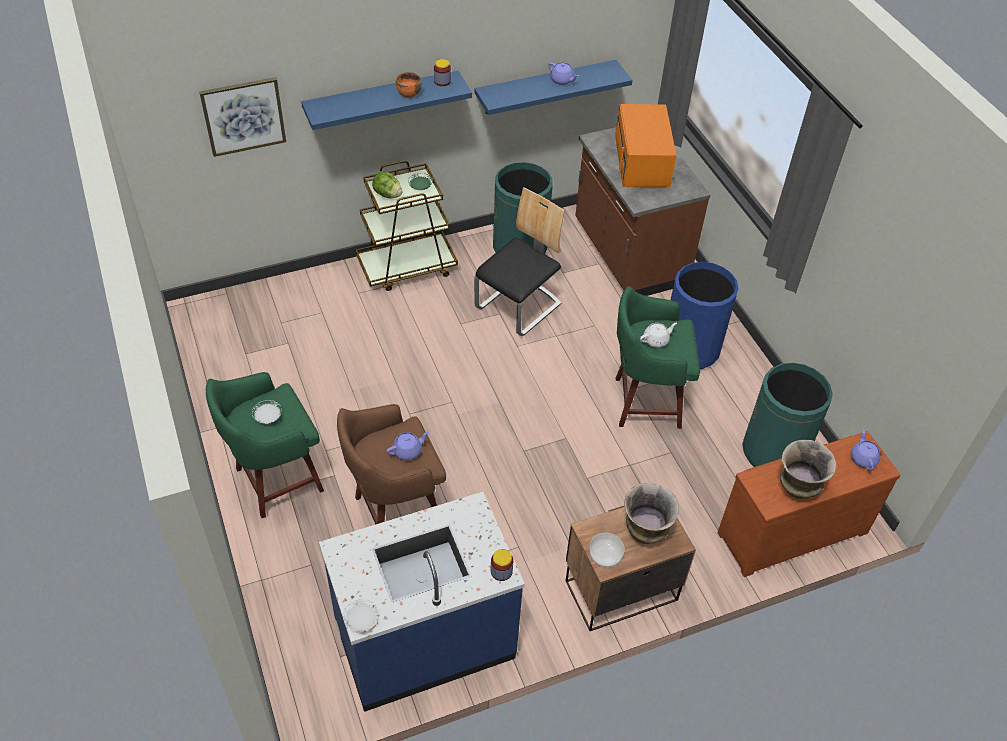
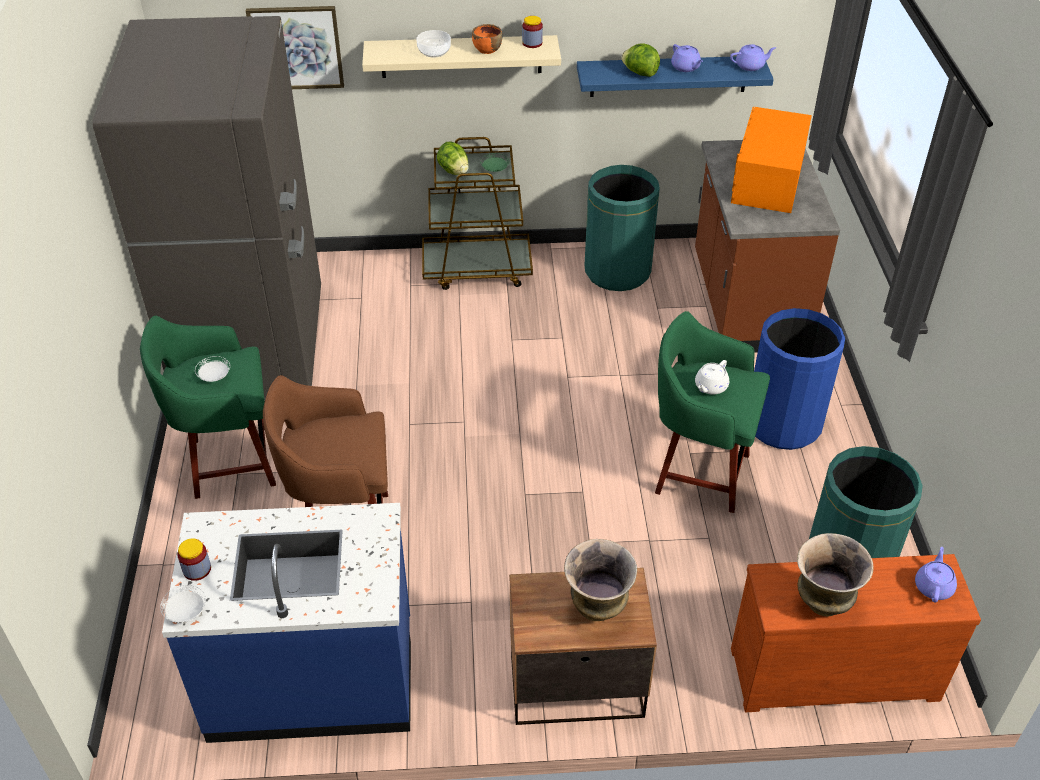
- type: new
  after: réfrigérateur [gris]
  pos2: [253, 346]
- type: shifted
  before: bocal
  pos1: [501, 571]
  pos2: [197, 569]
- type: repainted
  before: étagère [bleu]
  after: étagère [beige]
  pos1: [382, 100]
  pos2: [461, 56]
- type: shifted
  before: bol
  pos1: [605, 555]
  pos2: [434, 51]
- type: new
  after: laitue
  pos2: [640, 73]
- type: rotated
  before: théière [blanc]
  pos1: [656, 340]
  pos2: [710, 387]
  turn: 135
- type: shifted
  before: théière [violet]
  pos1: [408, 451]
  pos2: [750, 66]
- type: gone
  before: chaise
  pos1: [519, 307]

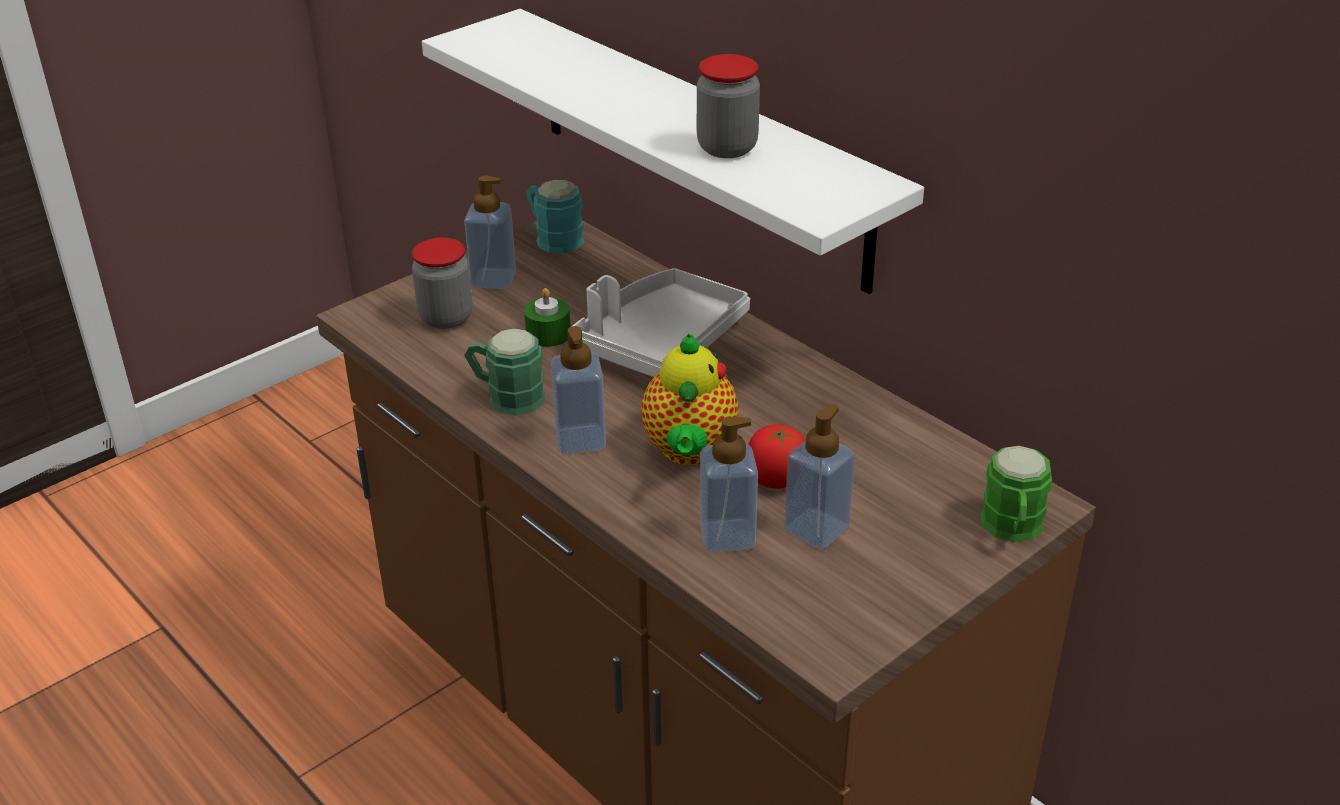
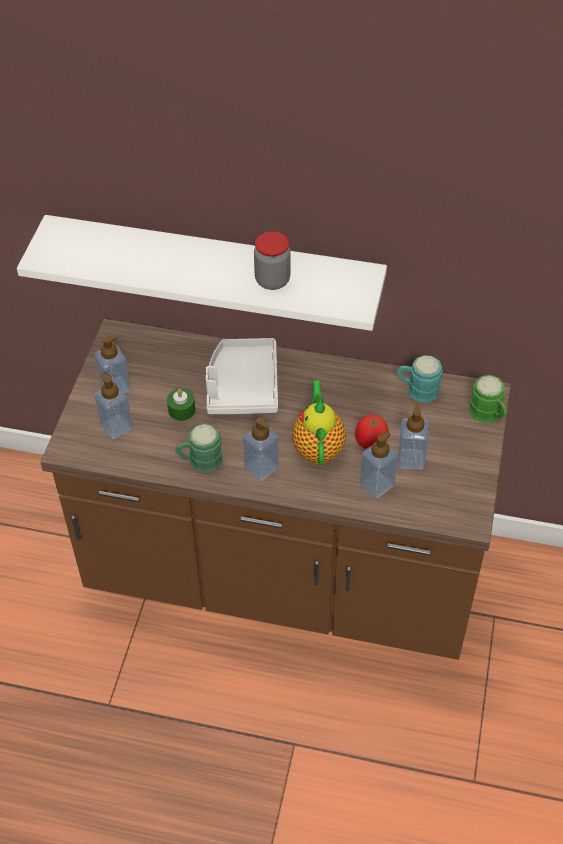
- type: swapped
  before: bocal
  after: distributeur de savon
  pos1: [446, 318]
  pos2: [116, 427]
- type: rotated
  before: théière
  pos1: [689, 452]
  pos2: [318, 447]
  turn: -150
- type: shifted
  before: mug [turquoise]
  pos1: [553, 238]
  pos2: [417, 389]

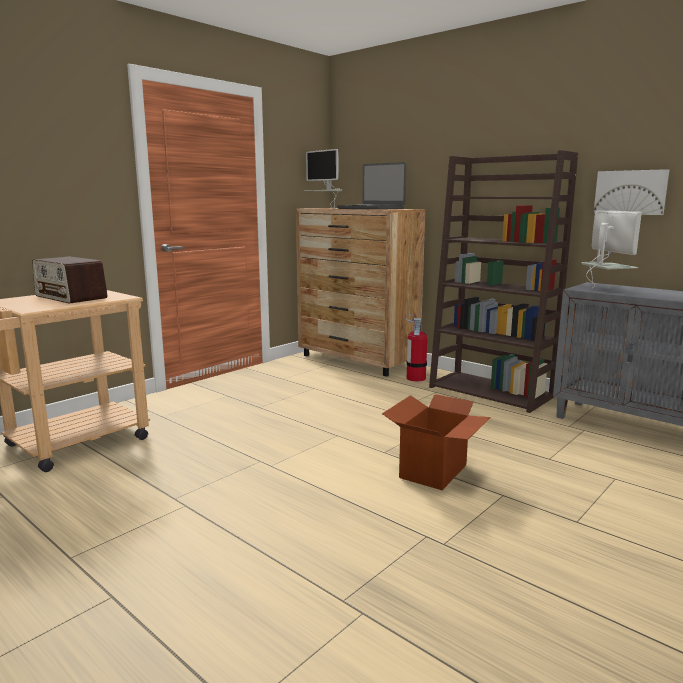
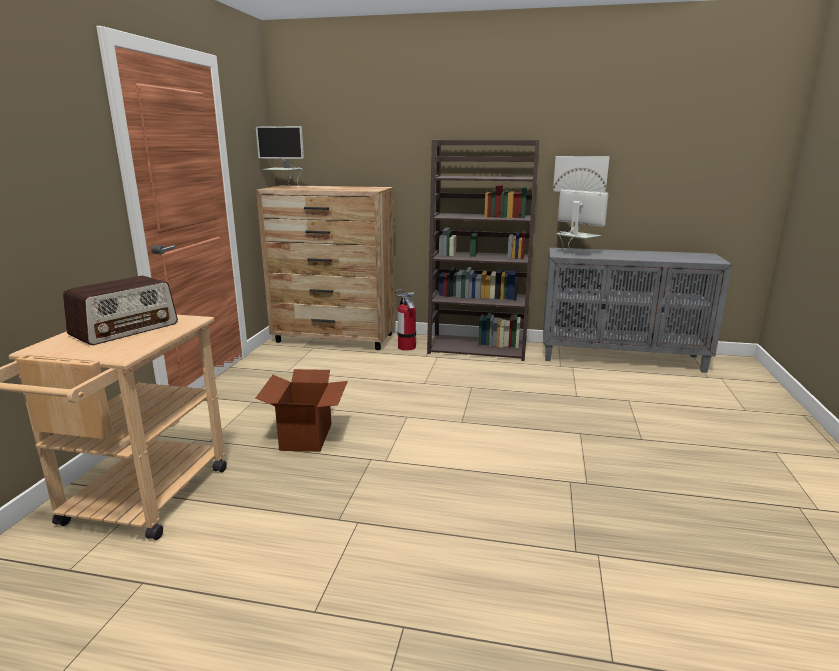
- type: rotated
  before: radio
  pos1: [71, 297]
  pos2: [125, 329]
  turn: -60
- type: shifted
  before: carton
  pos1: [434, 471]
  pos2: [307, 437]
- type: gone
  before: ordinateur portable
  pos1: [371, 208]

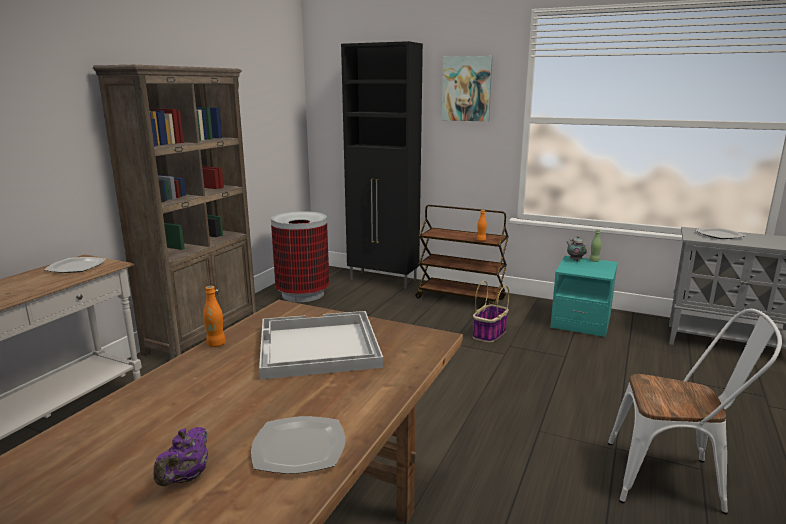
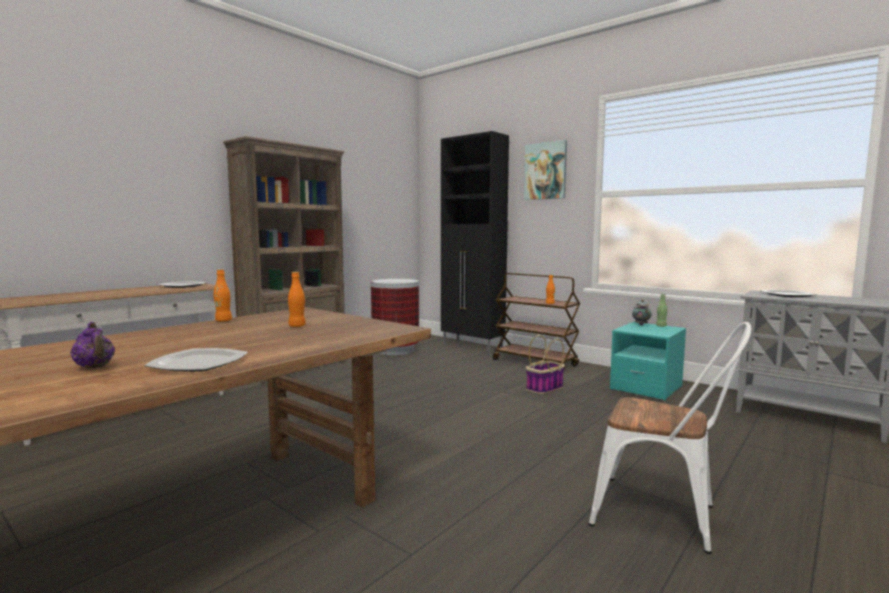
- type: rotated
  before: théière [violet]
  pos1: [186, 477]
  pos2: [95, 367]
  turn: -75
- type: swapped
  before: plateau [blanc]
  after: bouteille [orange]
  pos1: [317, 347]
  pos2: [297, 326]

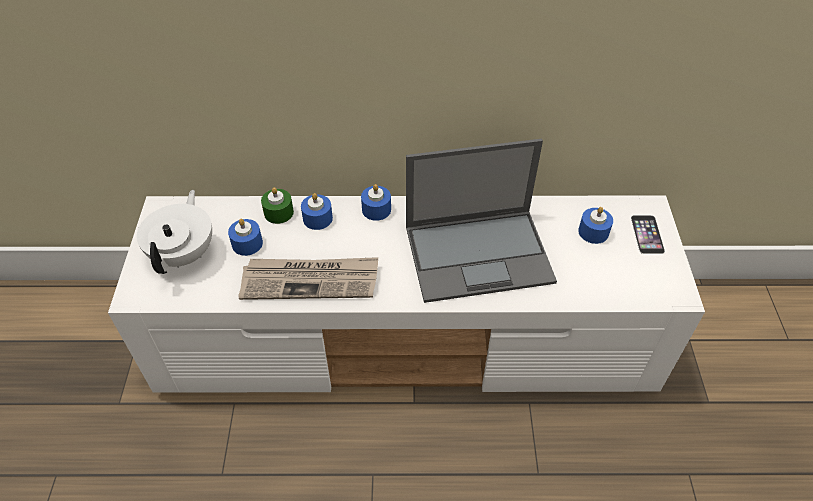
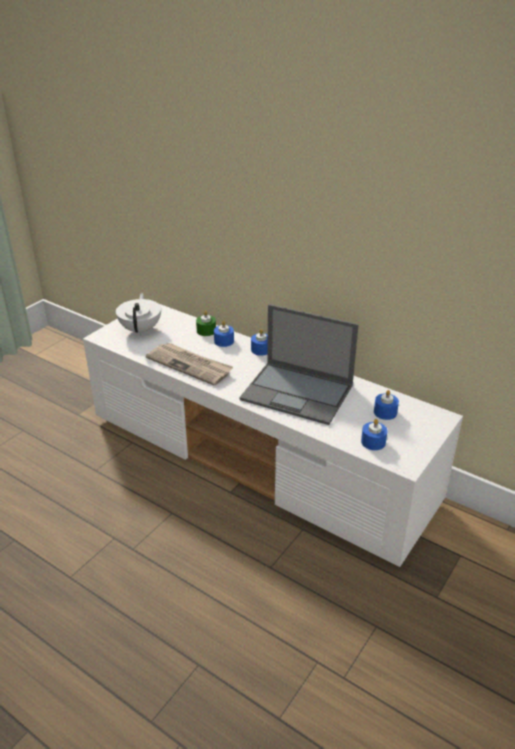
- type: rotated
  before: théière [blanc]
  pos1: [184, 253]
  pos2: [141, 329]
  turn: -45
- type: shifted
  before: bougie [bleu]
  pos1: [247, 243]
  pos2: [373, 442]
- type: gone
  before: téléphone
  pos1: [647, 234]

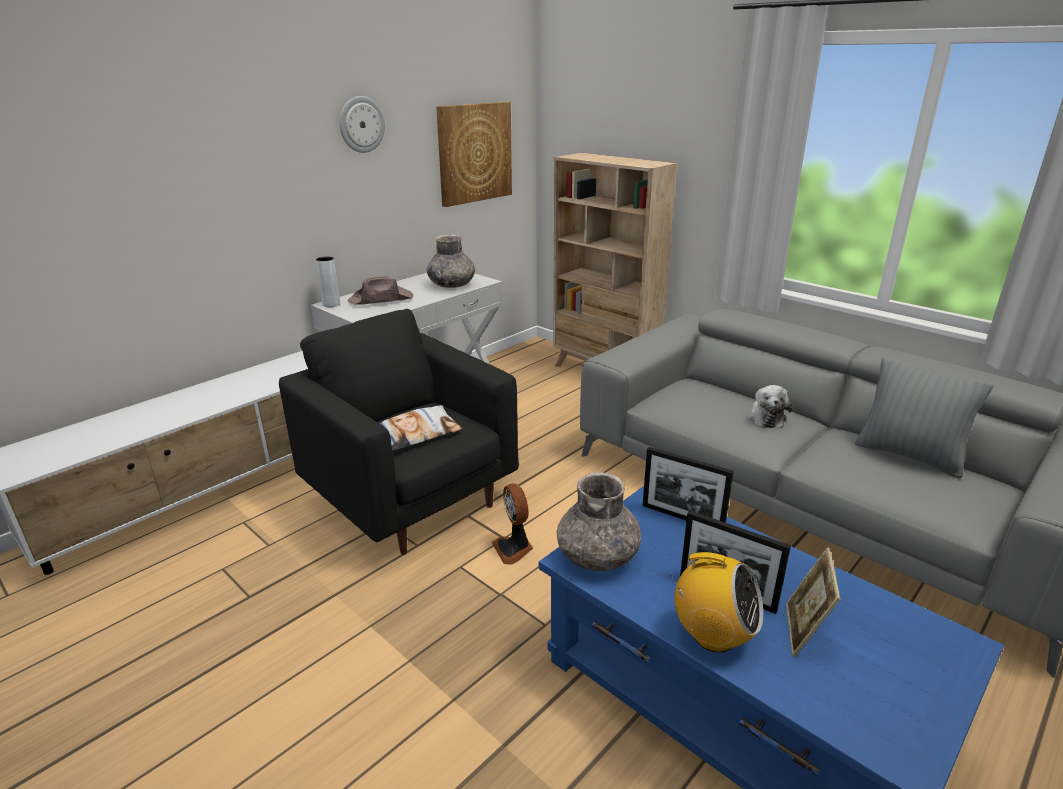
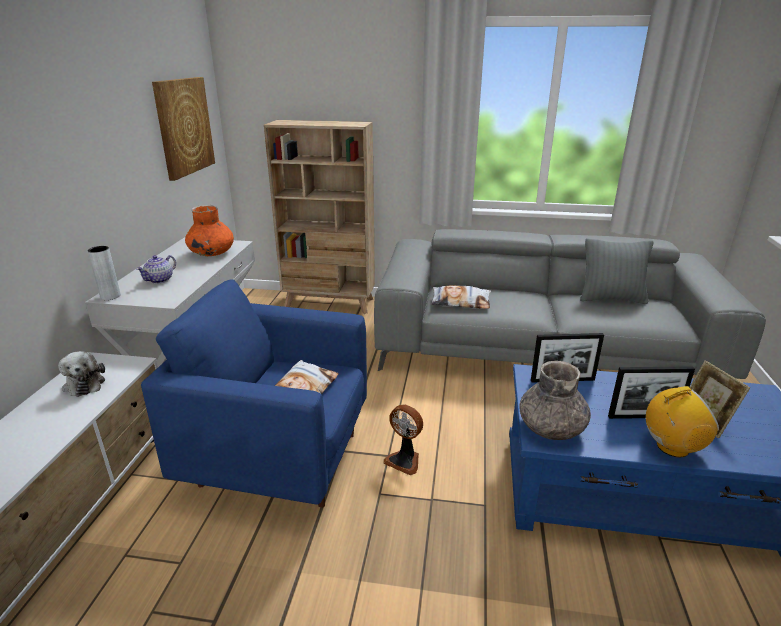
- type: shifted
  before: peluche
  pos1: [766, 417]
  pos2: [84, 383]
- type: swapped
  before: chapeau [marron]
  after: théière
  pos1: [381, 299]
  pos2: [160, 280]
- type: repainted
  before: fauteuil [noir]
  after: fauteuil [bleu]
  pos1: [412, 500]
  pos2: [280, 458]
- type: repainted
  before: vase [gris]
  after: vase [orange]
  pos1: [452, 285]
  pos2: [211, 253]
- type: new
  after: coussin
  pos2: [460, 302]
- type: gone
  before: horloge murale
  pos1: [361, 124]

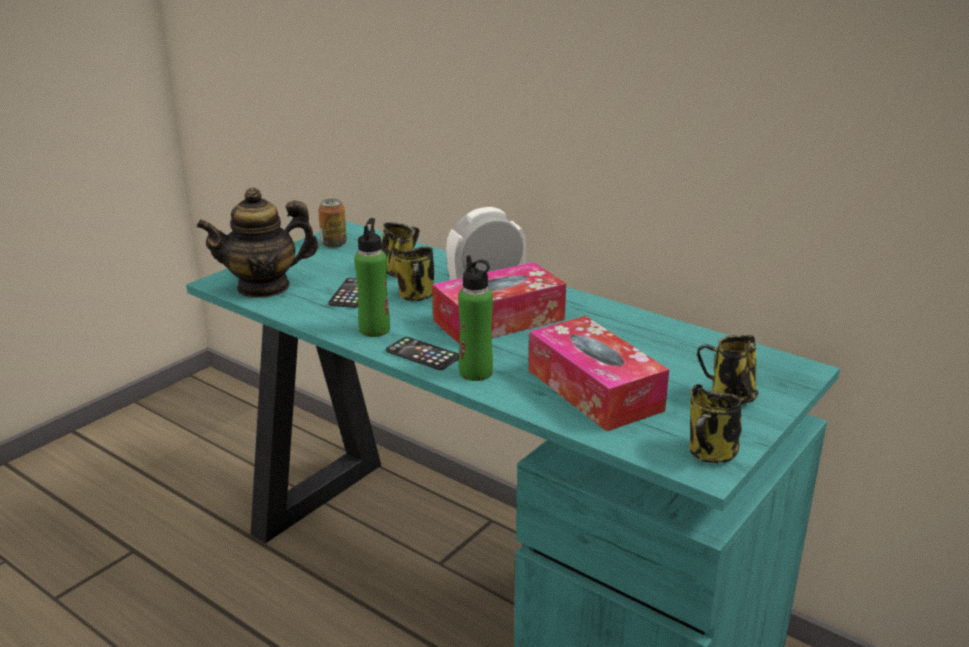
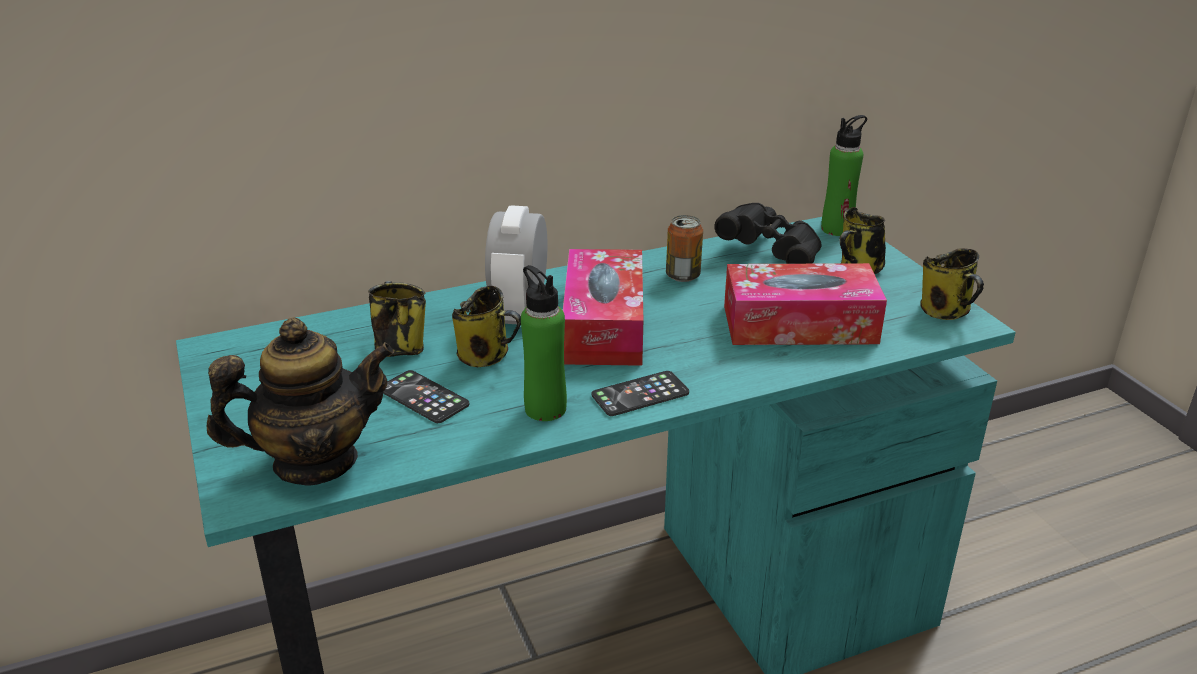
- type: rotated
  before: théière
  pos1: [264, 287]
  pos2: [315, 462]
  turn: -120
- type: shifted
  before: boîte métallique
  pos1: [334, 244]
  pos2: [683, 276]
- type: new
  after: jumelles [noir]
  pos2: [771, 252]
- type: shifted
  before: bouteille [vert]
  pos1: [476, 373]
  pos2: [837, 229]

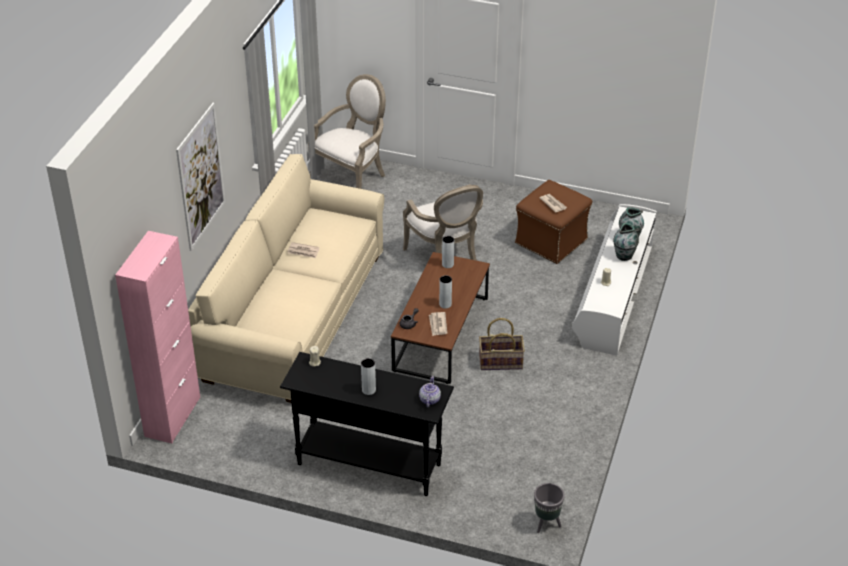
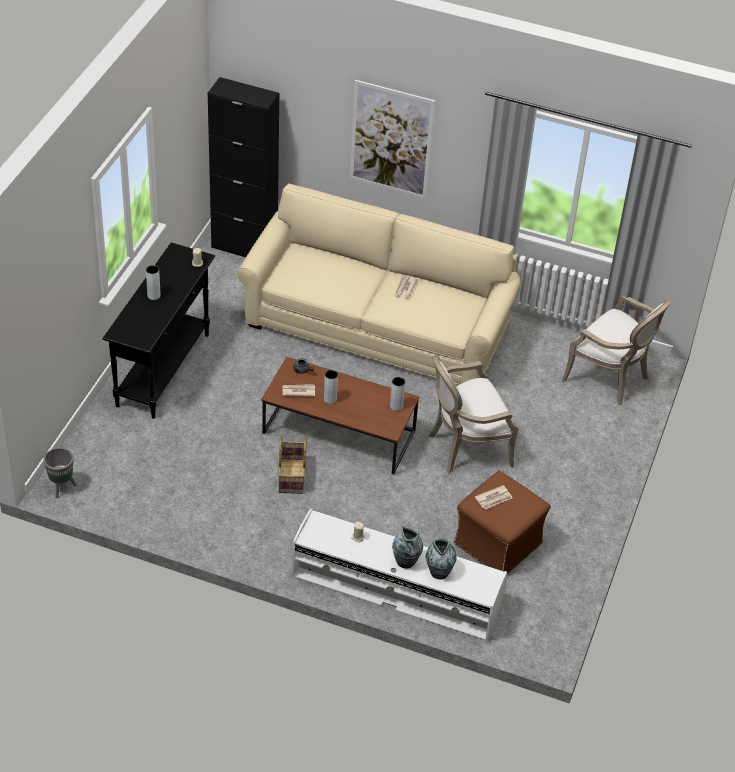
- type: repainted
  before: meuble de rangement [rose]
  after: meuble de rangement [noir]
  pos1: [172, 417]
  pos2: [244, 247]
- type: gone
  before: théière
  pos1: [429, 400]

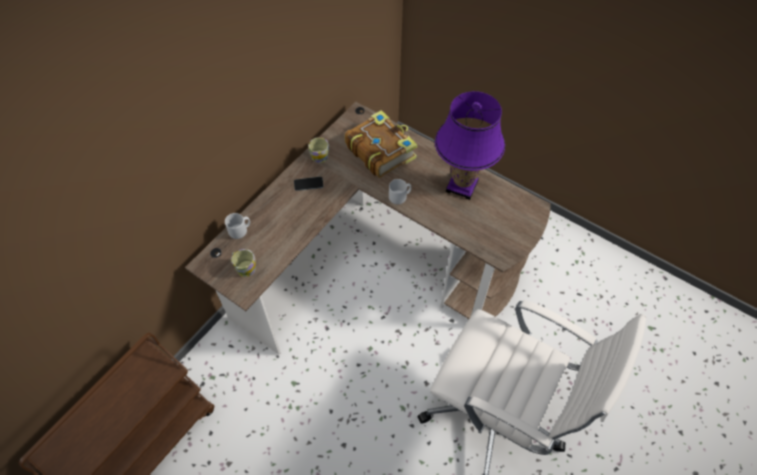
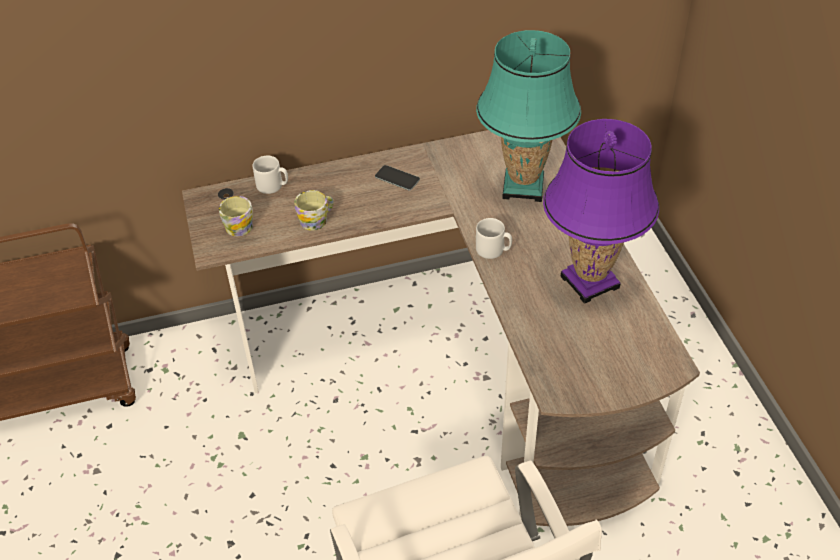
- type: shifted
  before: mug
  pos1: [320, 154]
  pos2: [317, 219]
- type: swapped
  before: livre
  after: lampe de table [turquoise]
  pos1: [380, 150]
  pos2: [523, 187]

